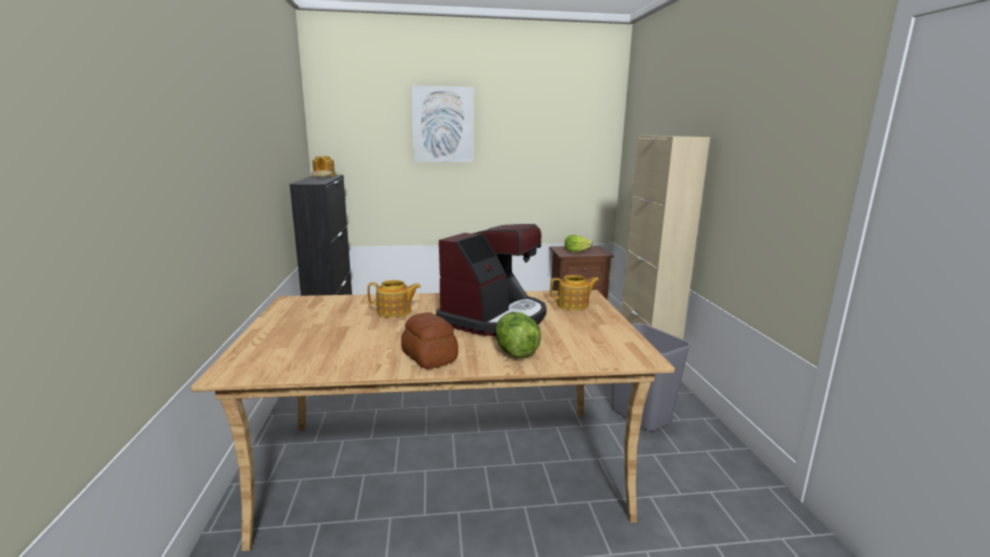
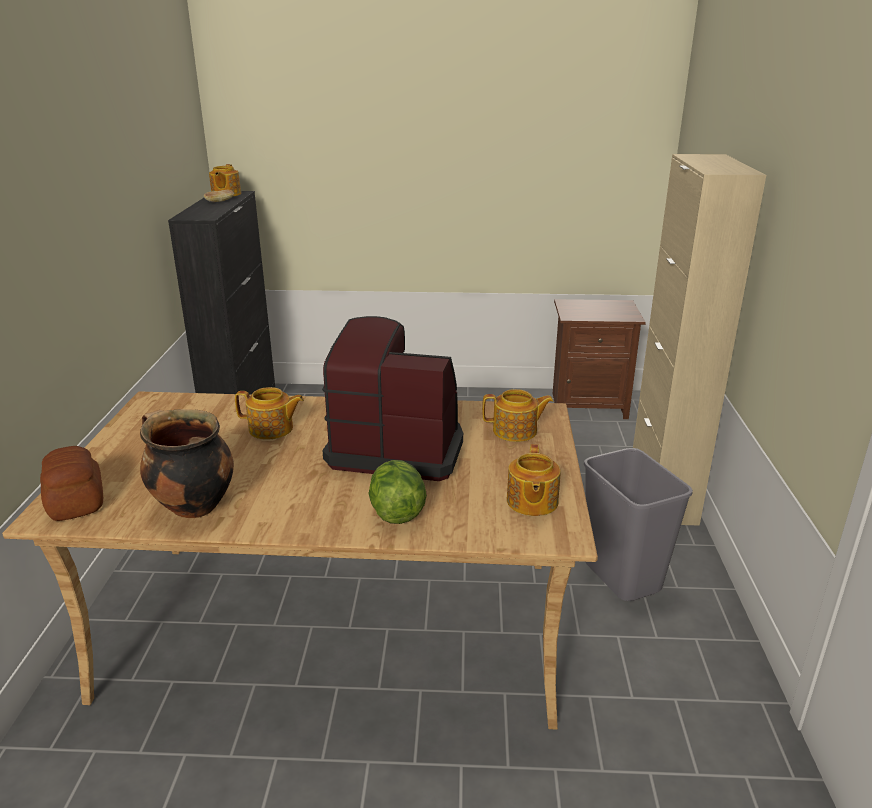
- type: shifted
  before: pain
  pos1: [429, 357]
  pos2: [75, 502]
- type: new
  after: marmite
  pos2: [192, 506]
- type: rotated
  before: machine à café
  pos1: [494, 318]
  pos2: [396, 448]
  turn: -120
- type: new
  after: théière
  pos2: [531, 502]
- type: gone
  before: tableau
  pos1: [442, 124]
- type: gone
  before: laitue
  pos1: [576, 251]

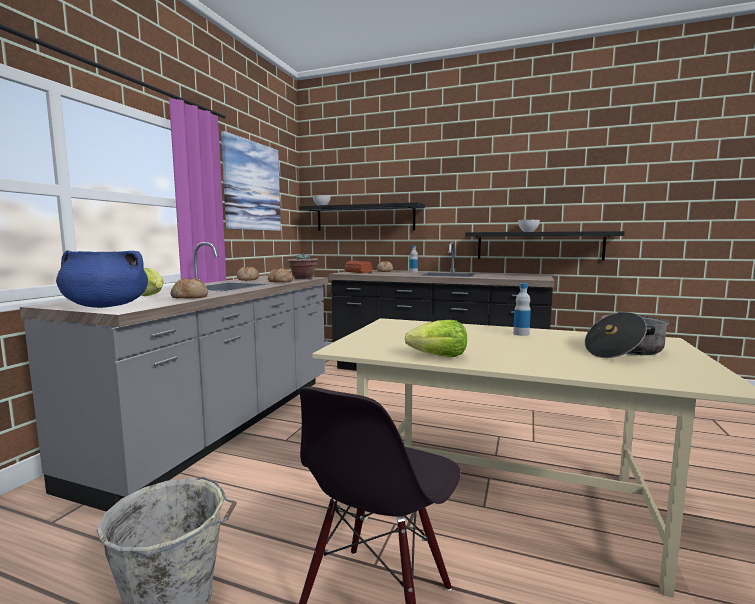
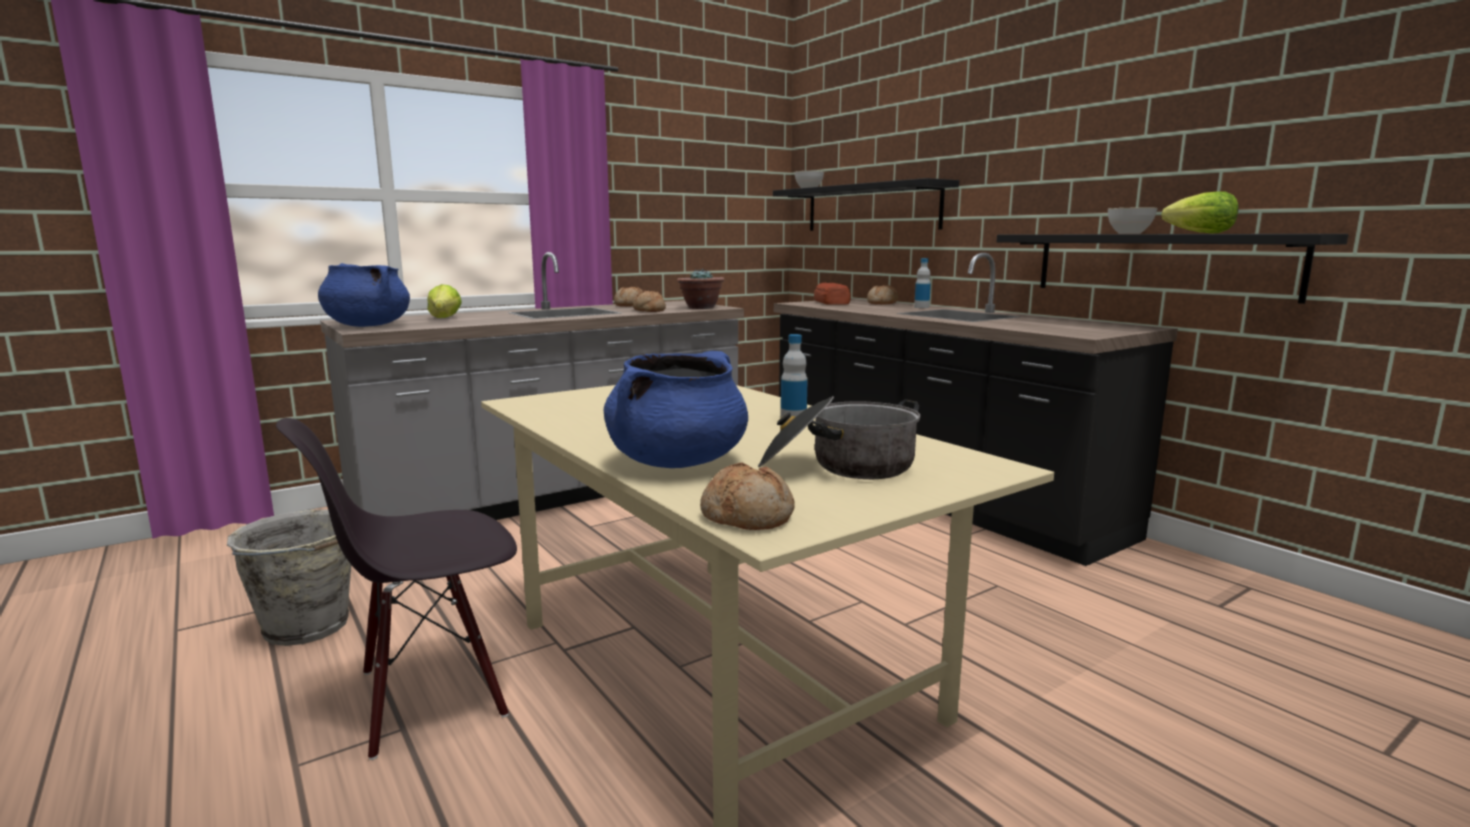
- type: new
  after: marmite [bleu]
  pos2: [677, 462]
- type: shifted
  before: pain
  pos1: [190, 297]
  pos2: [748, 516]
- type: shifted
  before: laitue
  pos1: [439, 356]
  pos2: [1201, 233]
- type: gone
  before: tableau
  pos1: [252, 186]

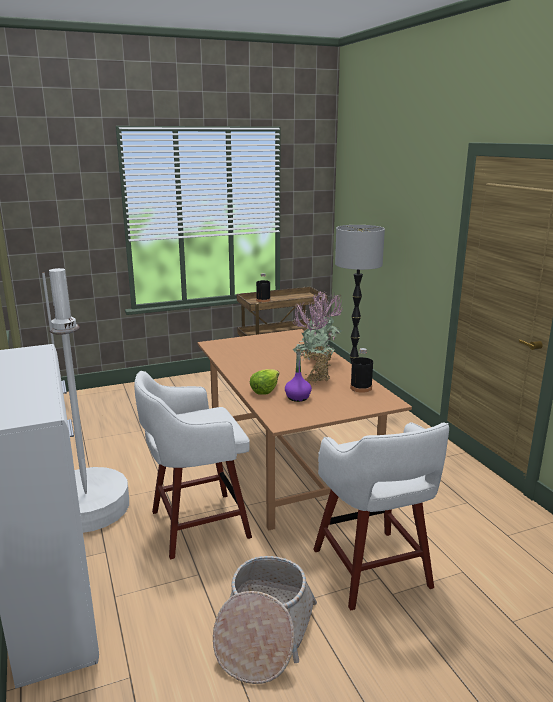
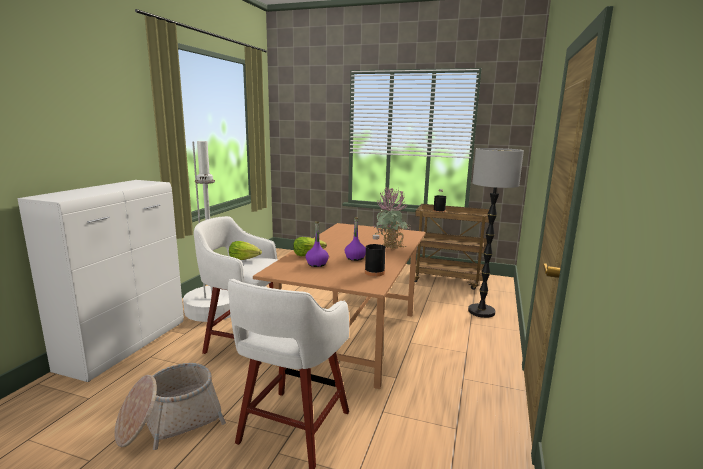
- type: new
  after: laitue
  pos2: [244, 259]
- type: swapped
  before: plante en pot
  after: bouteille [violet]
  pos1: [313, 378]
  pos2: [355, 258]

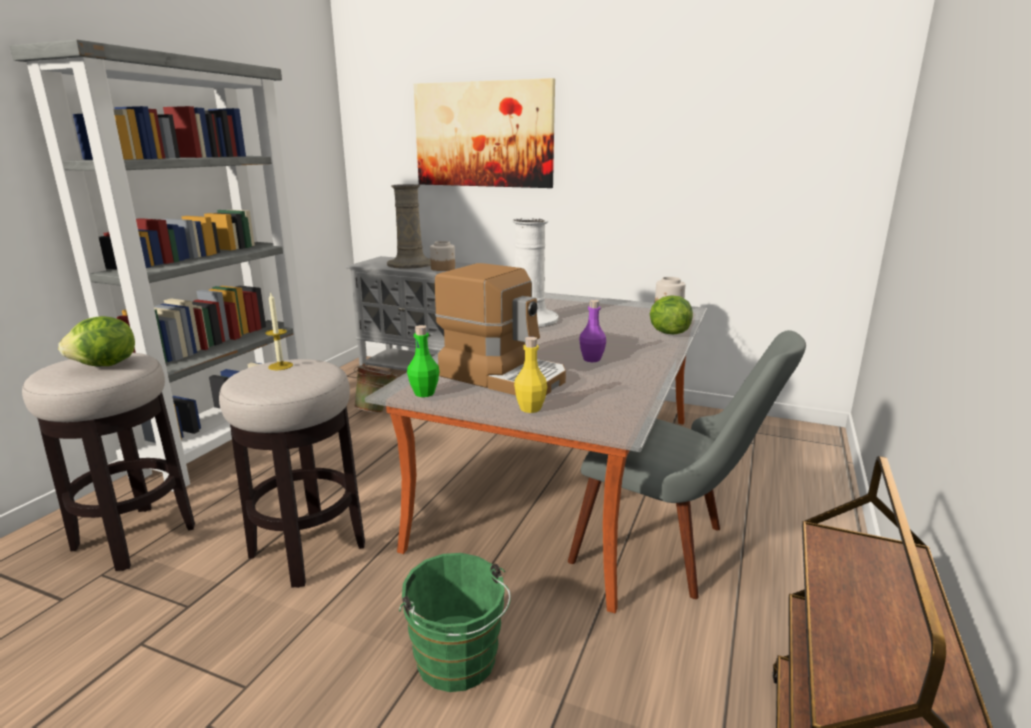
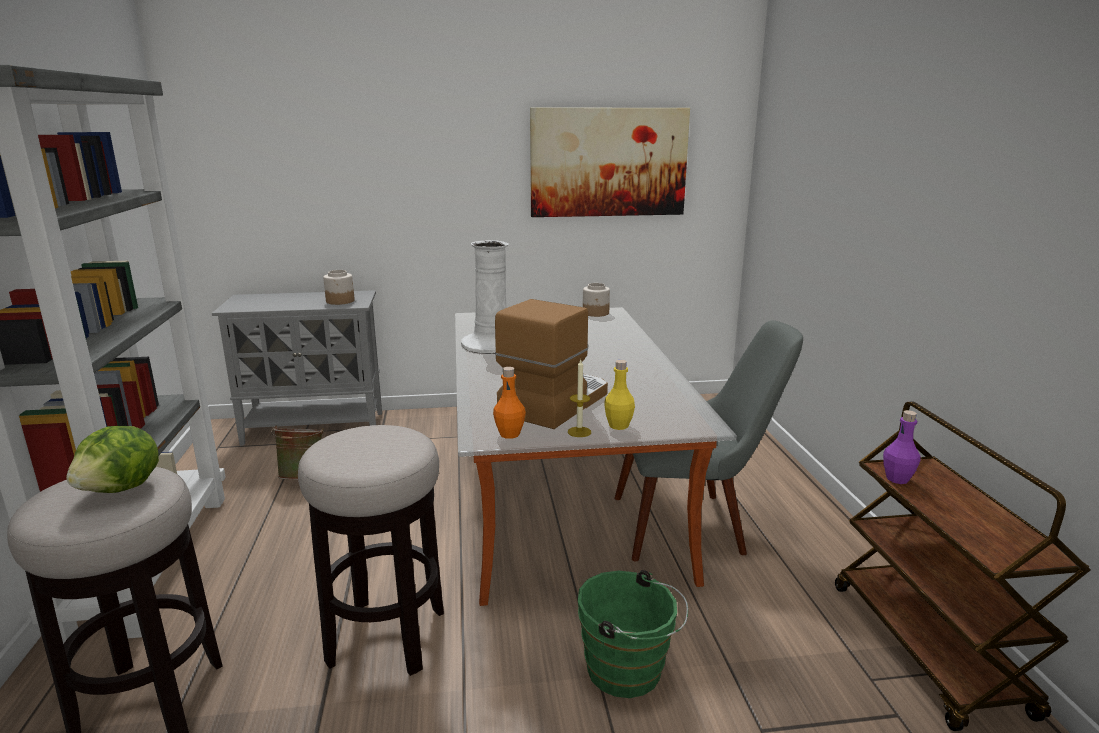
- type: repainted
  before: bouteille [vert]
  after: bouteille [orange]
  pos1: [424, 393]
  pos2: [509, 434]
- type: rotated
  before: machine à café
  pos1: [503, 376]
  pos2: [554, 402]
  turn: -60
- type: shifted
  before: tableau
  pos1: [483, 135]
  pos2: [608, 162]
- type: shifted
  before: bougie
  pos1: [280, 366]
  pos2: [579, 432]
- type: shifted
  before: bouteille [violet]
  pos1: [591, 359]
  pos2: [897, 479]
- type: gone
  before: vase [beige]
  pos1: [411, 264]
- type: gone
  before: laitue
  pos1: [668, 333]

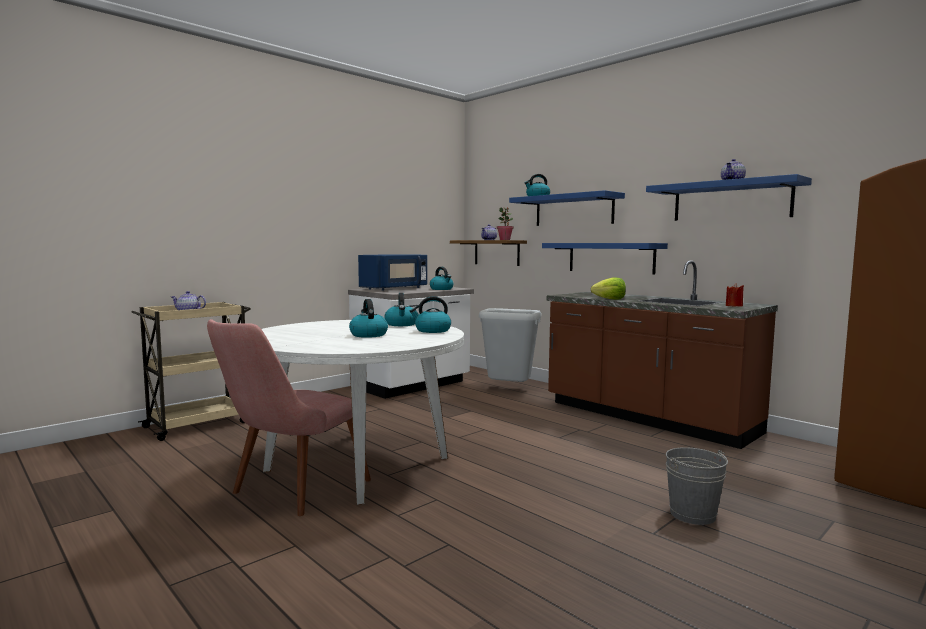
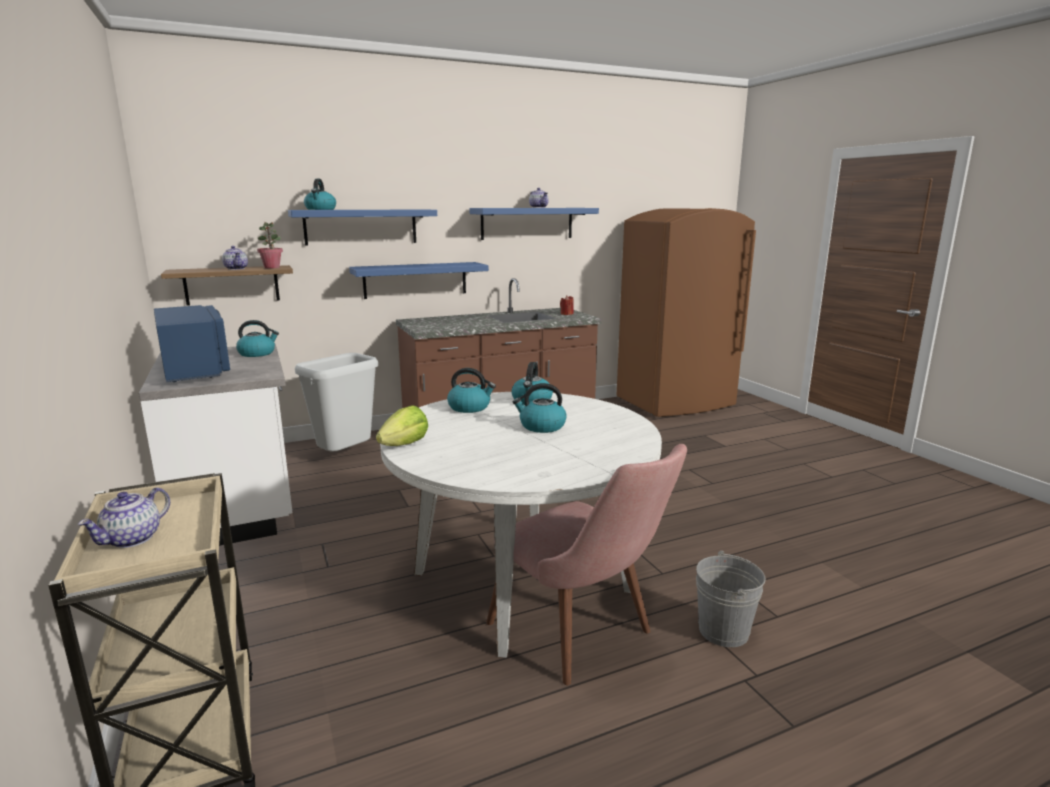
- type: shifted
  before: laitue
  pos1: [610, 299]
  pos2: [404, 444]
- type: shifted
  before: seau [gris]
  pos1: [692, 514]
  pos2: [723, 631]

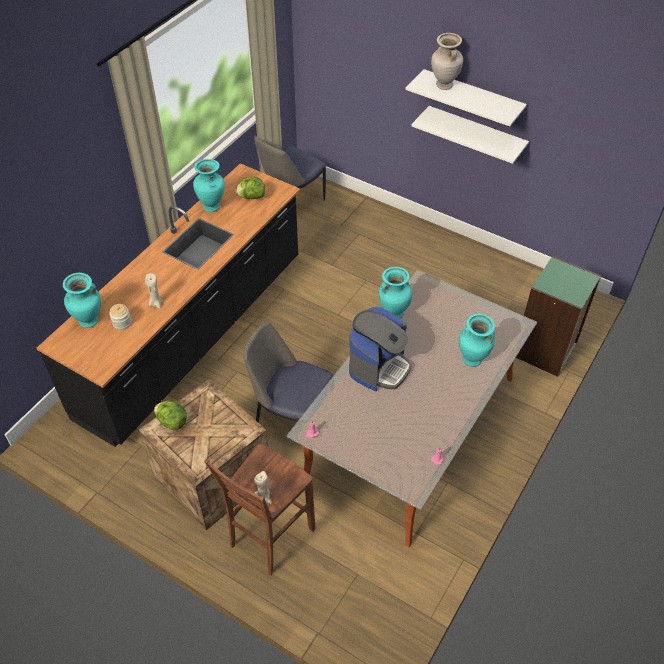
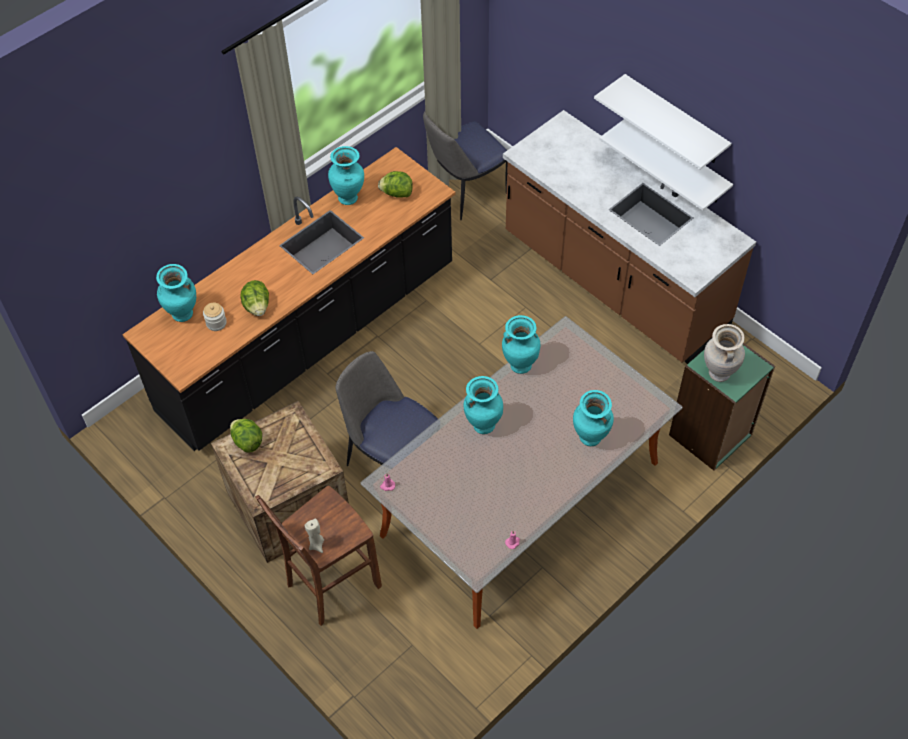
- type: swapped
  before: bougie [beige]
  after: laitue
  pos1: [156, 303]
  pos2: [257, 307]
- type: swapped
  before: machine à café
  after: vase [turquoise]
  pos1: [379, 367]
  pos2: [483, 425]
- type: new
  after: comptoir de cuisine [marron]
  pos2: [613, 282]
- type: shifted
  before: vase [beige]
  pos1: [443, 85]
  pos2: [718, 374]

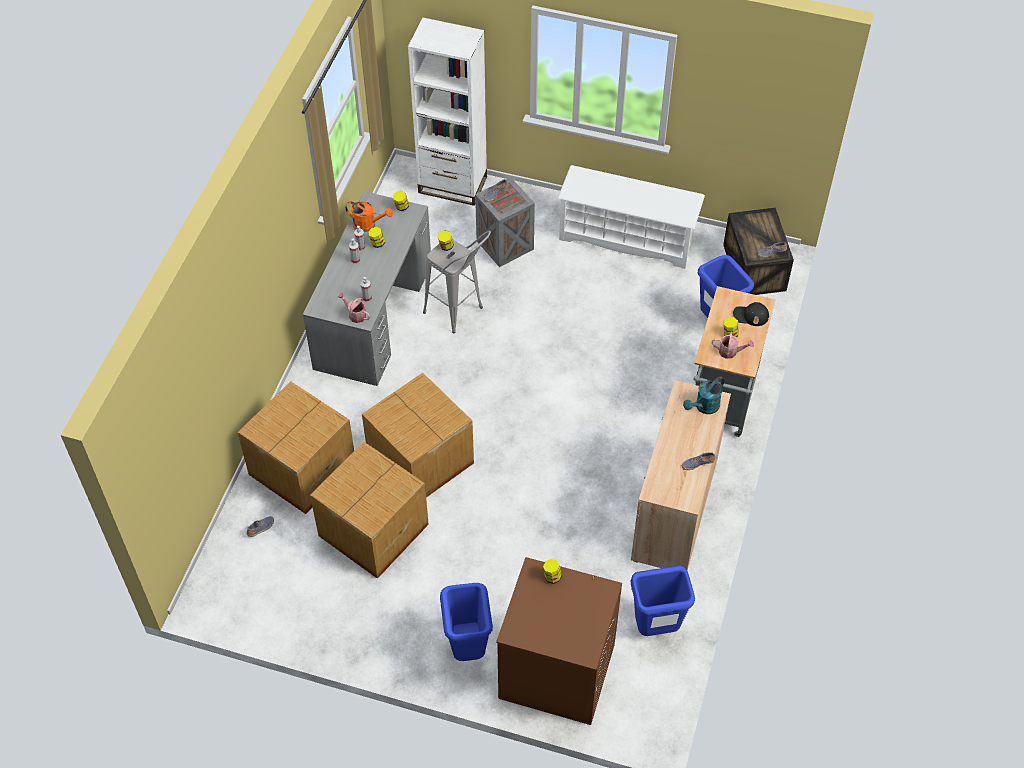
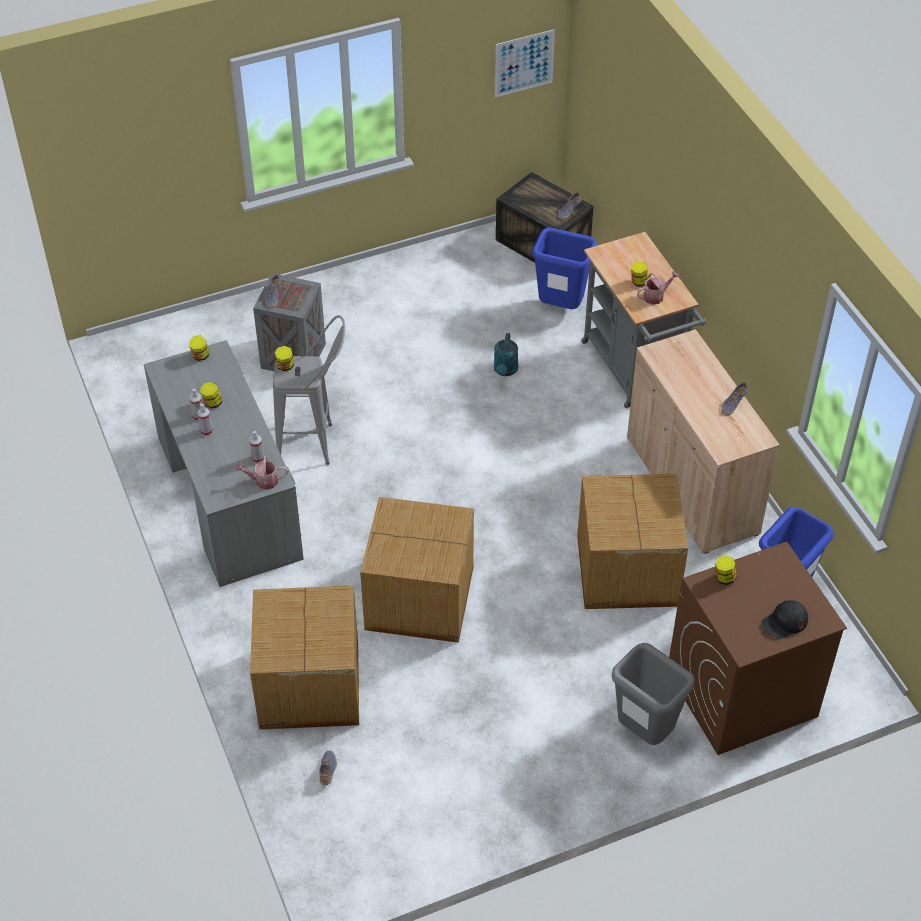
- type: shifted
  before: arrosoir [turquoise]
  pos1: [704, 407]
  pos2: [505, 371]
- type: new
  after: tableau
  pos2: [524, 63]
- type: shifted
  before: carton
  pos1: [371, 530]
  pos2: [625, 571]
- type: repainted
  before: poubelle [bleu]
  after: poubelle [gris]
  pos1: [468, 648]
  pos2: [644, 732]
- type: shifted
  before: casquette [noir]
  pos1: [750, 315]
  pos2: [784, 622]
- type: gone
  before: arrosoir [orange]
  pos1: [368, 225]
- type: gone
  before: bibliothèque [blanc]
  pos1: [452, 185]
- type: gone
  before: étagère à chaussures [blanc]
  pos1: [627, 238]

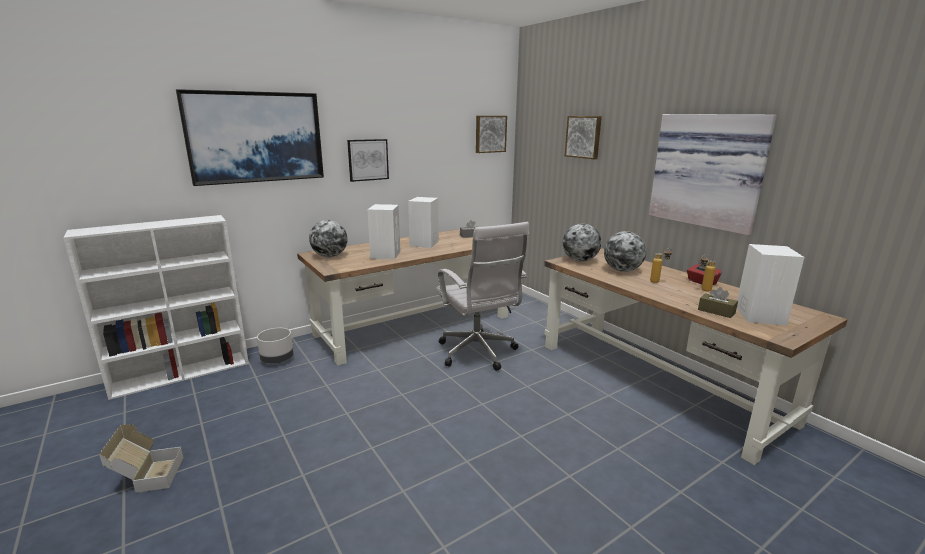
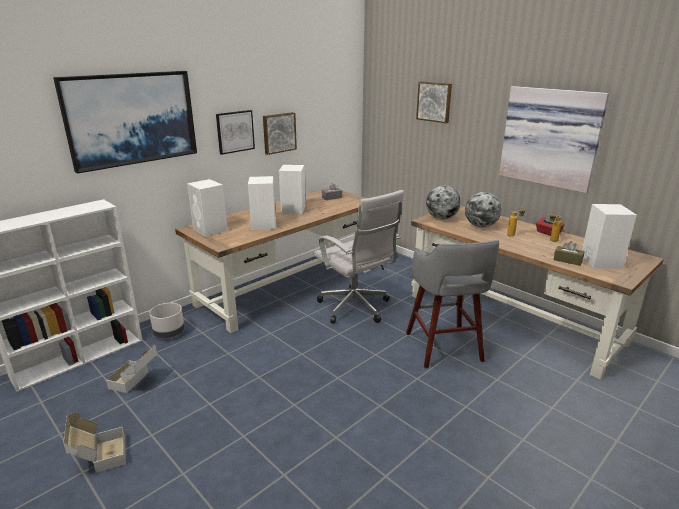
- type: new
  after: carton
  pos2: [136, 382]
- type: swapped
  before: globe
  after: enceinte [blanc]
  pos1: [330, 256]
  pos2: [210, 230]
- type: shifted
  before: tableau
  pos1: [490, 134]
  pos2: [279, 133]
- type: new
  after: tabouret [gris]
  pos2: [444, 348]

